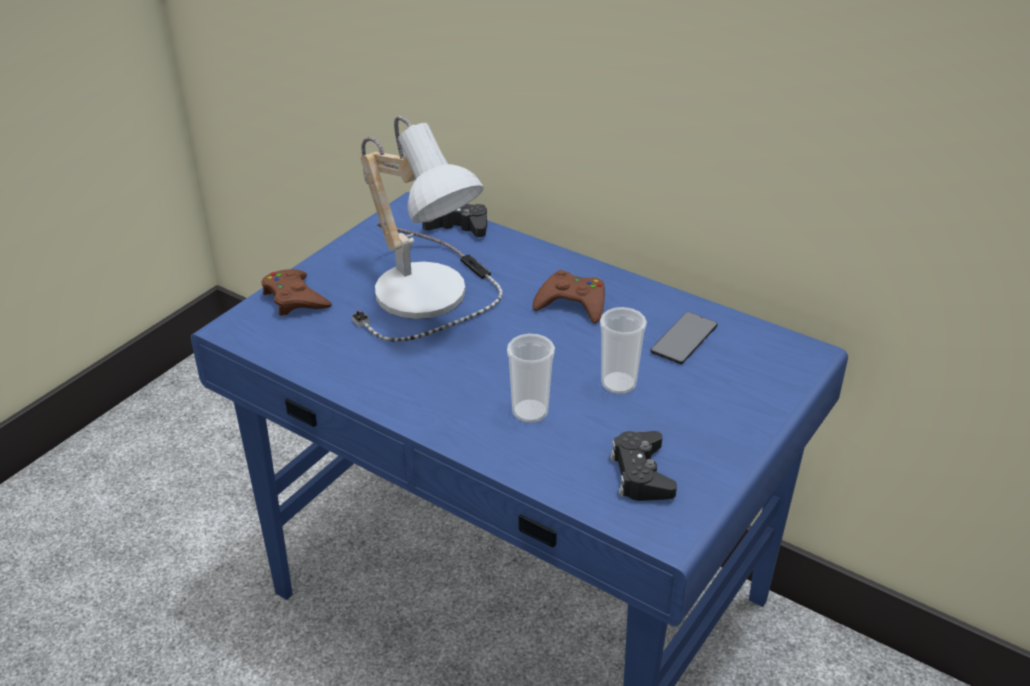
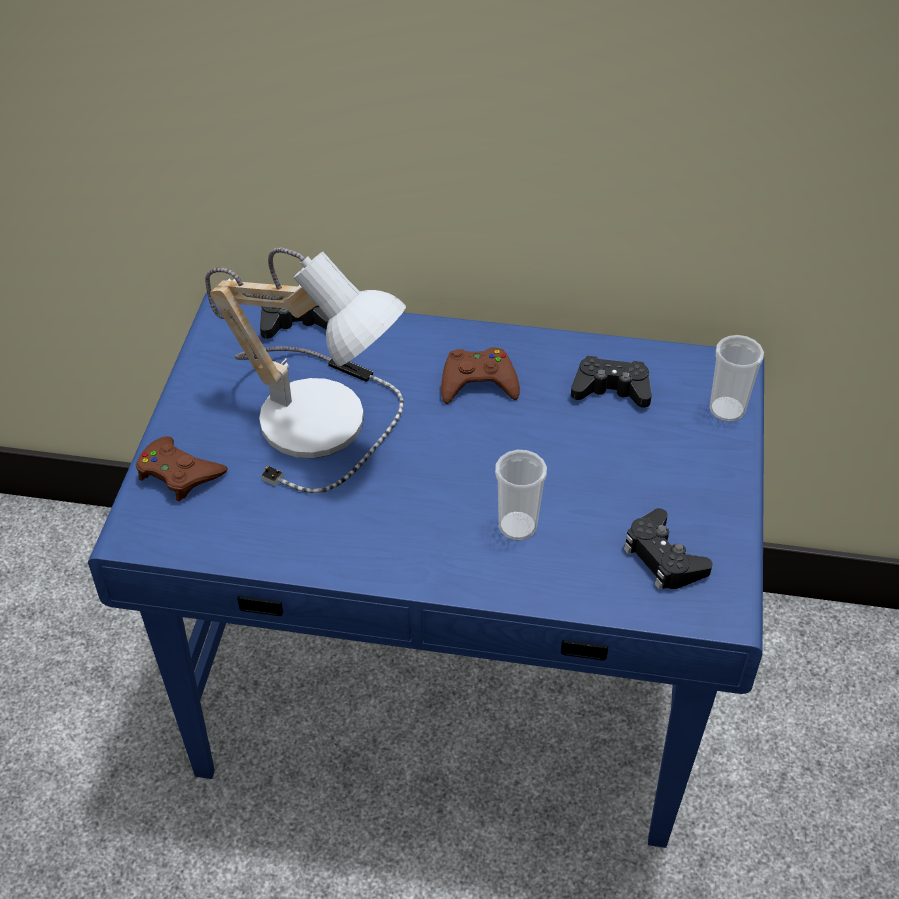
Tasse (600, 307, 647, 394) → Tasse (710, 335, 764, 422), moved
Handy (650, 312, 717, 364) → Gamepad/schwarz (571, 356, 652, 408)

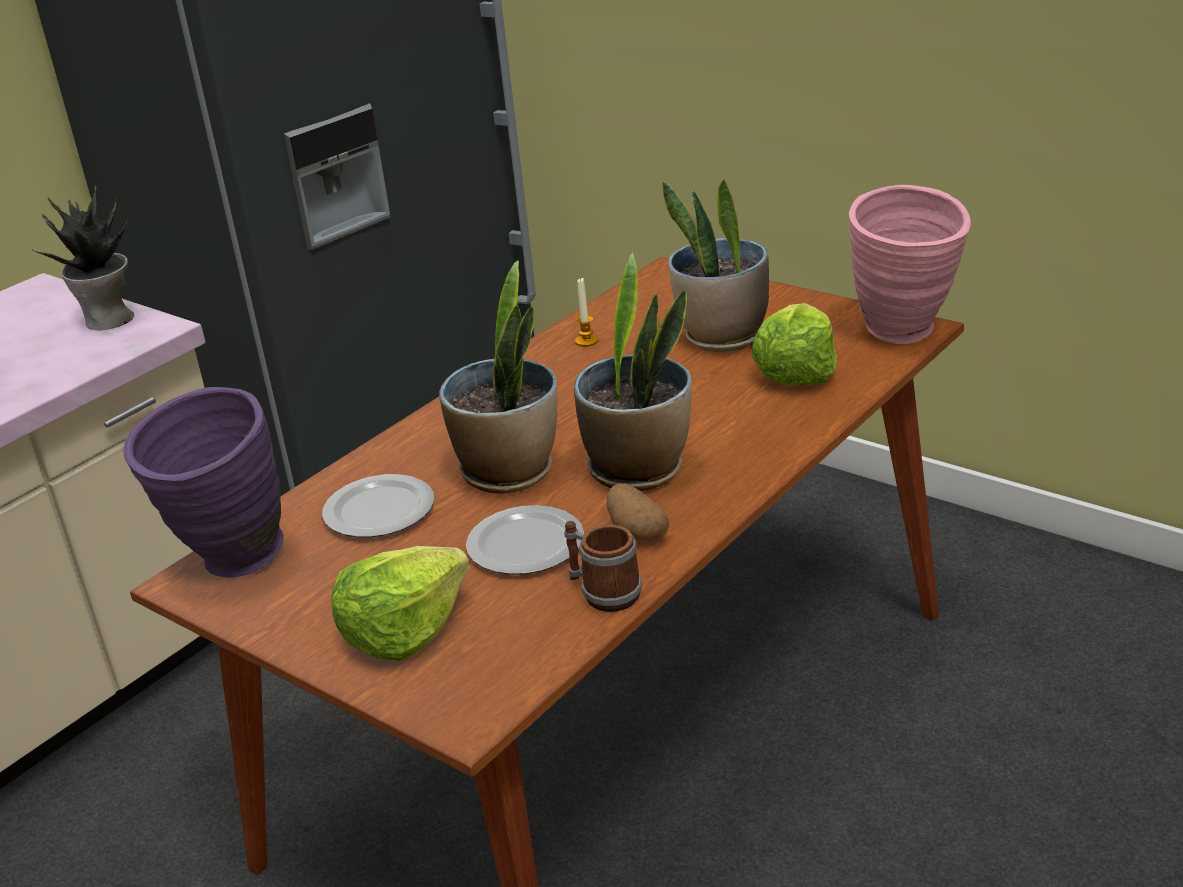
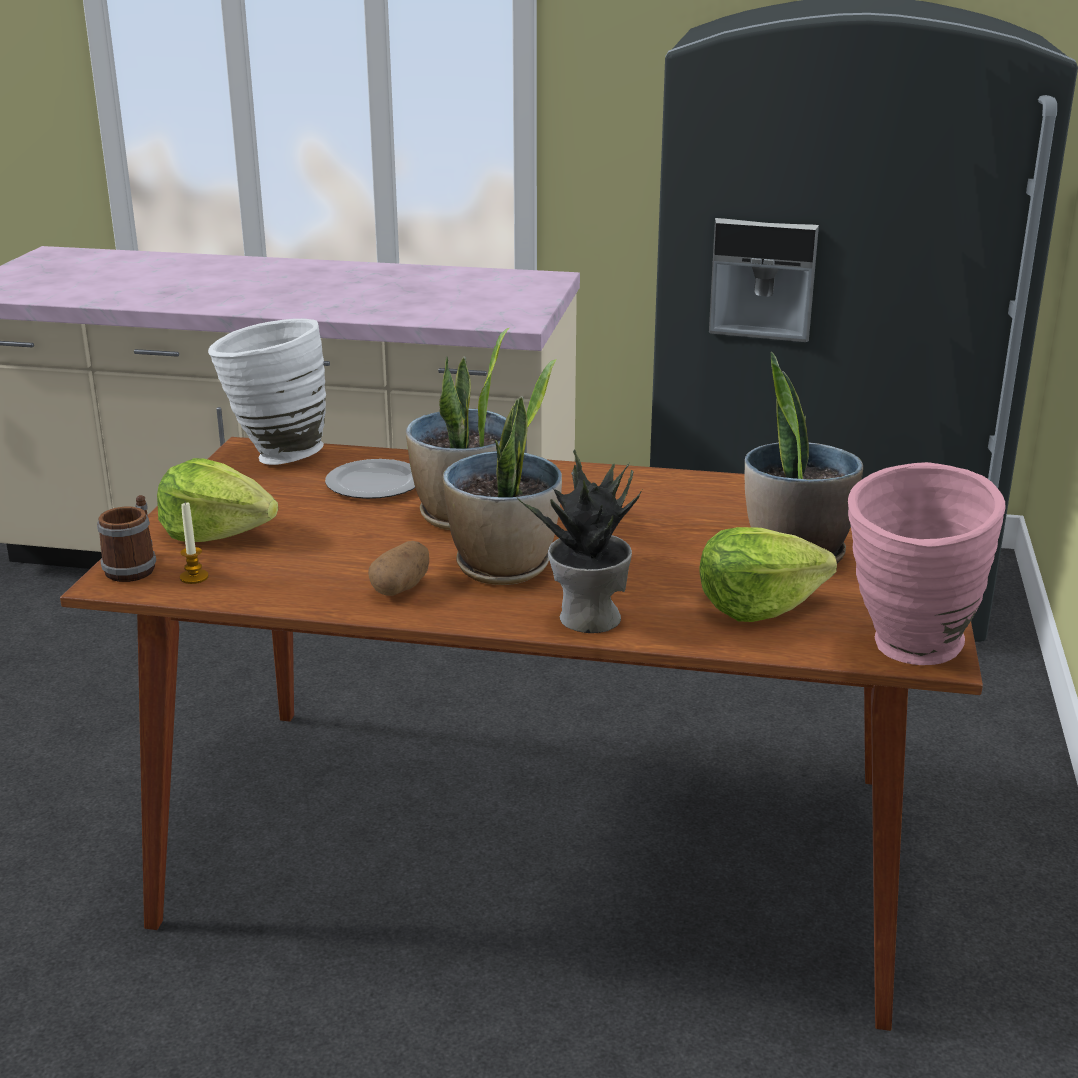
Topfpflanze (33, 185, 134, 330) → Topfpflanze (516, 450, 642, 633), moved
Kerze (575, 277, 598, 347) → Kerze (180, 502, 209, 584), moved
Vase/lila (124, 387, 284, 577) → Vase/weiß (208, 319, 326, 465)
Teller (466, 505, 584, 575) → -
Henkelbecher (564, 521, 642, 612) → Henkelbecher (97, 495, 156, 582), moved

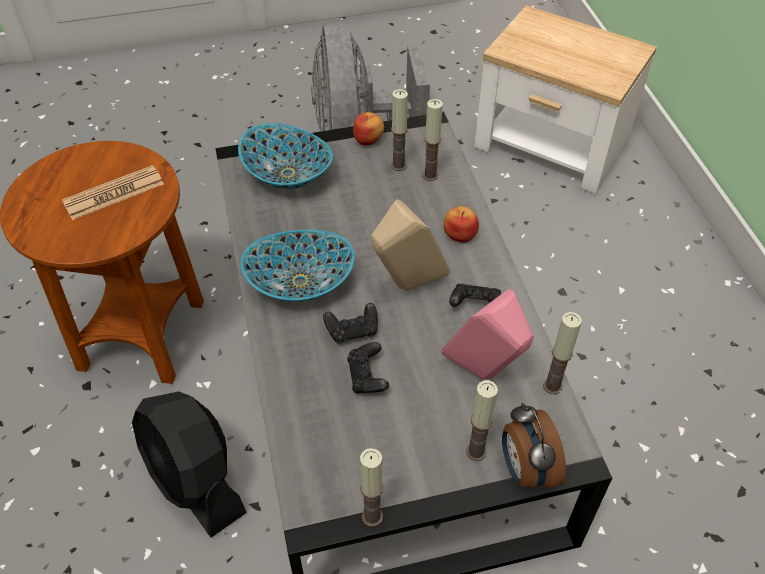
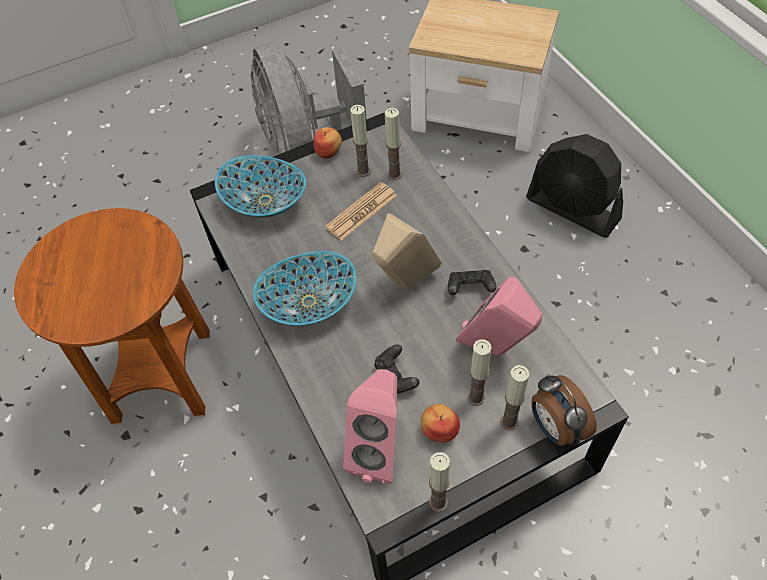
Zeitung (62, 165, 164, 220) → Zeitung (325, 182, 397, 241), moved
Apfel (443, 206, 479, 243) → Apfel (421, 404, 460, 442), moved
Gamepad/schwarz (323, 303, 378, 344) → -
Kerze (543, 312, 582, 394) → Kerze (467, 339, 492, 406), moved
Ventilator/schwarz (132, 391, 247, 537) → Ventilator/schwarz (526, 134, 623, 238), moved
- → Lautsprecher/rosa (343, 369, 397, 484)

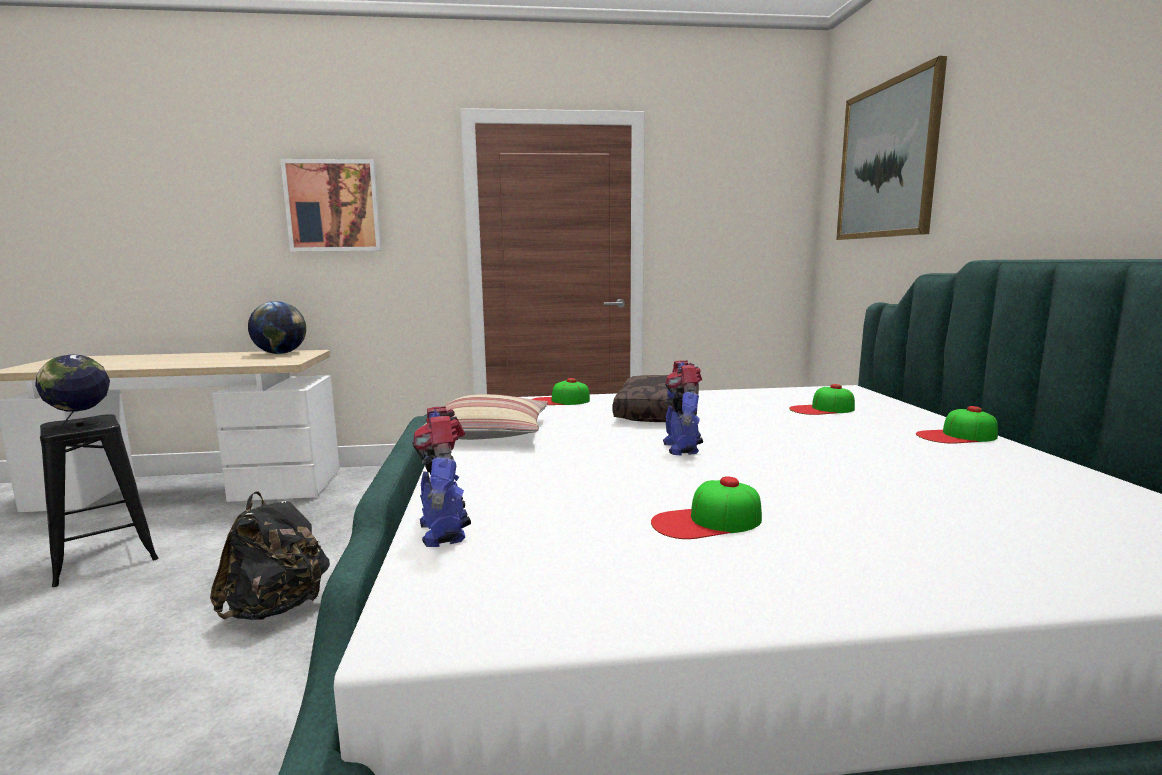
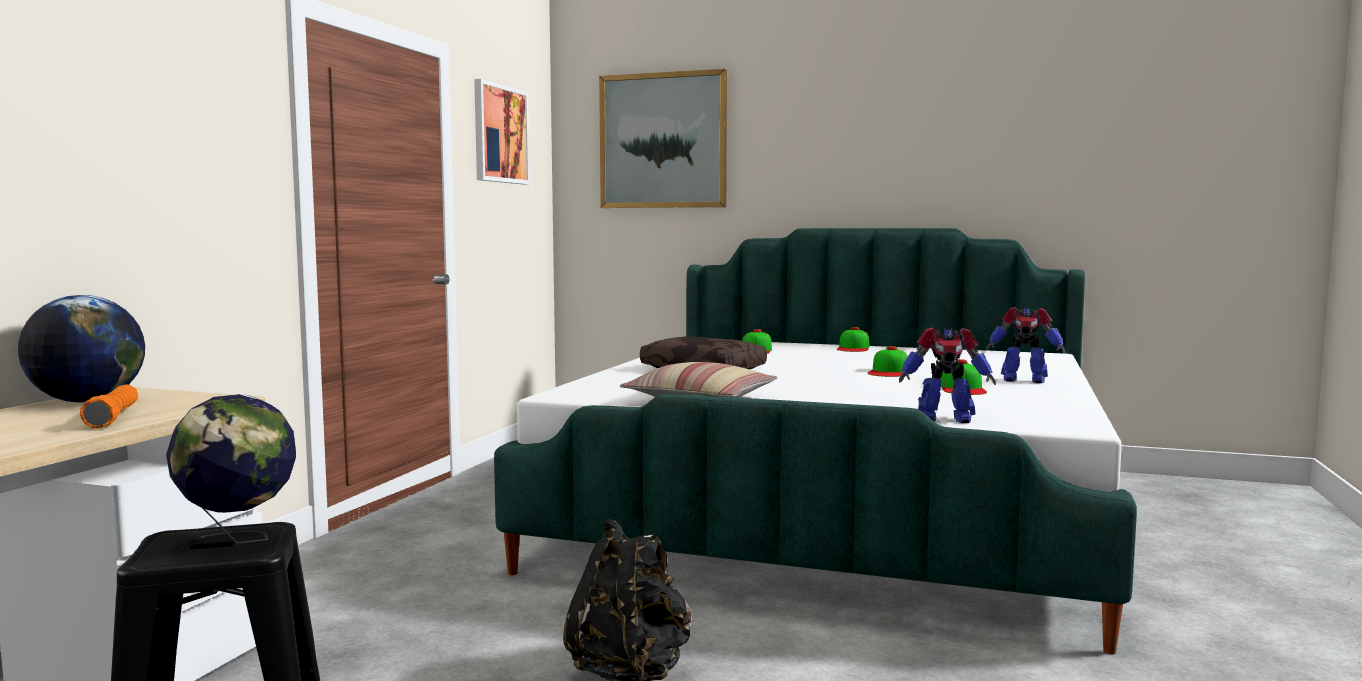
Bild (280, 159, 382, 252) → Bild (474, 79, 530, 184), moved
Spielzeugroboter (663, 360, 703, 455) → Spielzeugroboter (986, 307, 1066, 383), moved
Kappe (532, 378, 590, 405) → Kappe (868, 346, 908, 377), moved
- → Taschenlampe/orange (80, 384, 138, 429)

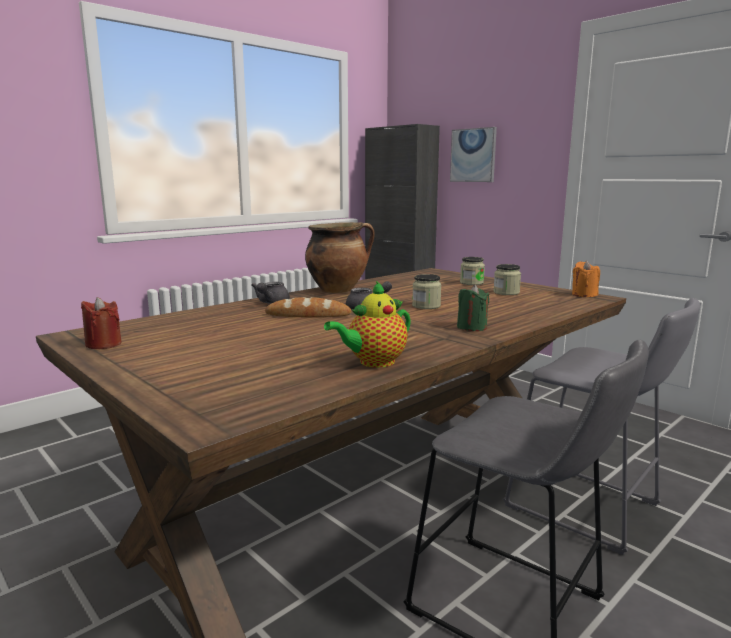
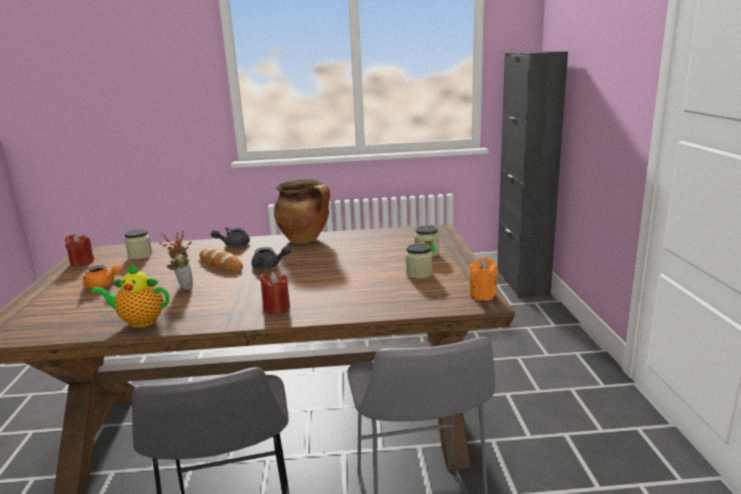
Bild (450, 127, 497, 182) → -
Vorratsglas (412, 274, 441, 309) → Vorratsglas (125, 230, 152, 260), moved
Kerze/grün (457, 284, 490, 331) → Kerze/rot (260, 272, 290, 314)
- → Topfpflanze (160, 231, 193, 290)
- → Teekanne/orange (83, 265, 122, 289)

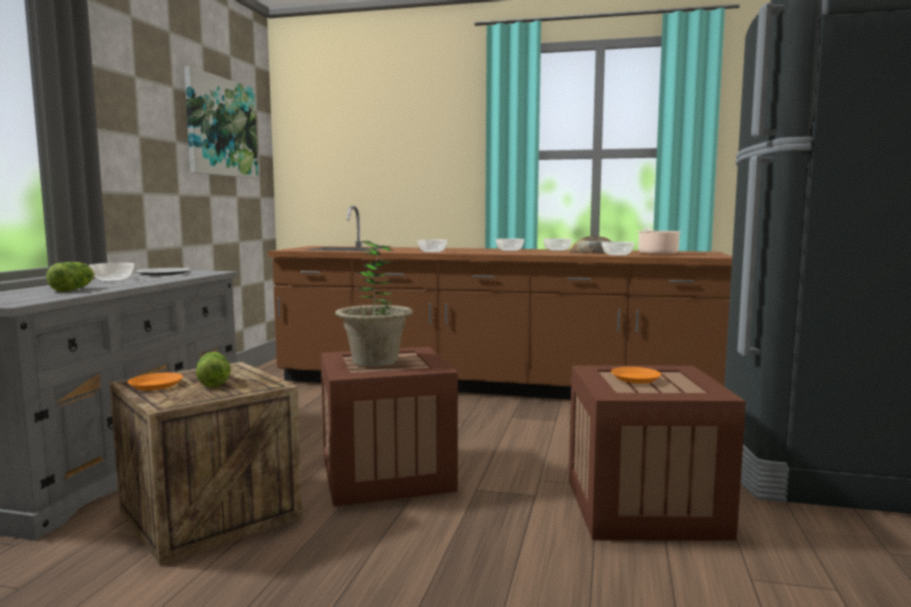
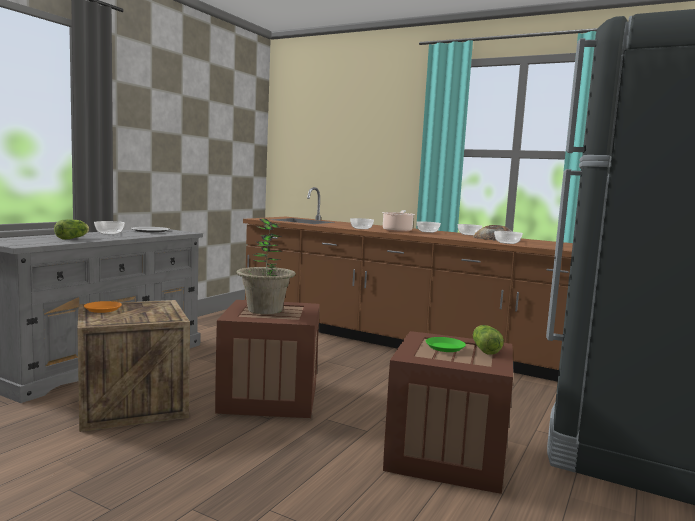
Bild (184, 66, 258, 178) → -
Kochtopf (637, 228, 681, 255) → Kochtopf (382, 210, 415, 232), moved
Salatkopf (196, 352, 231, 387) → Salatkopf (473, 325, 504, 355), moved
Teller/orange (611, 367, 661, 383) → Teller/grün (426, 337, 466, 352)

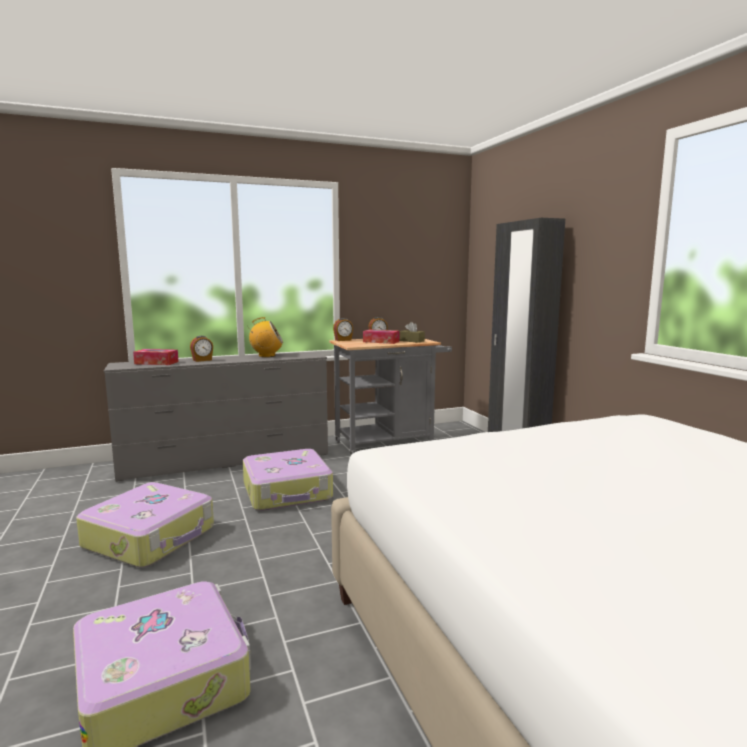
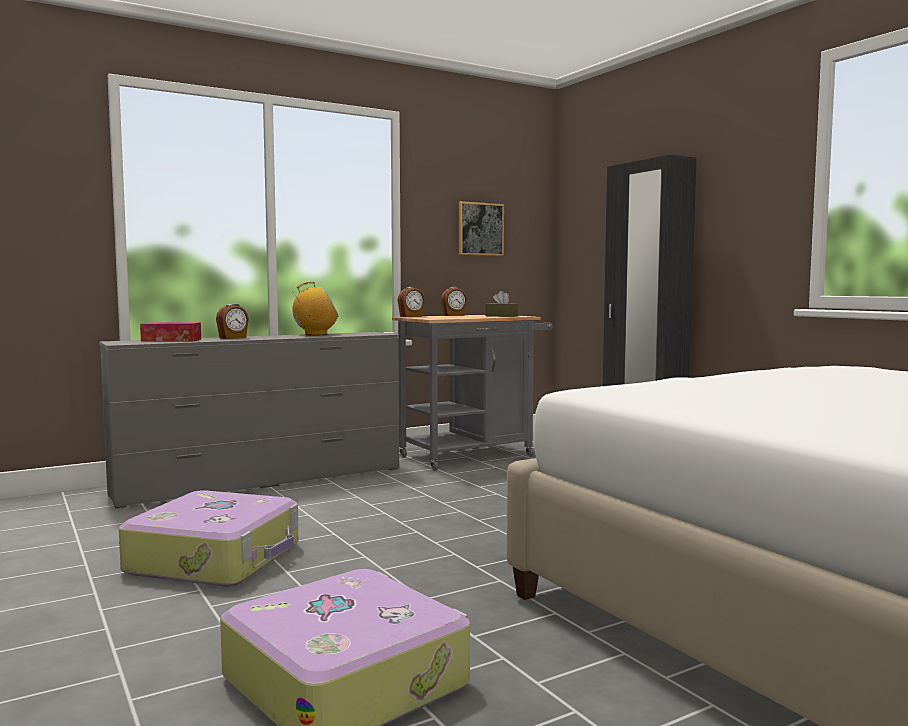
Taschentuchbox (363, 329, 399, 344) → -
Koffer (243, 449, 333, 511) → -
- → Bild (459, 201, 504, 256)

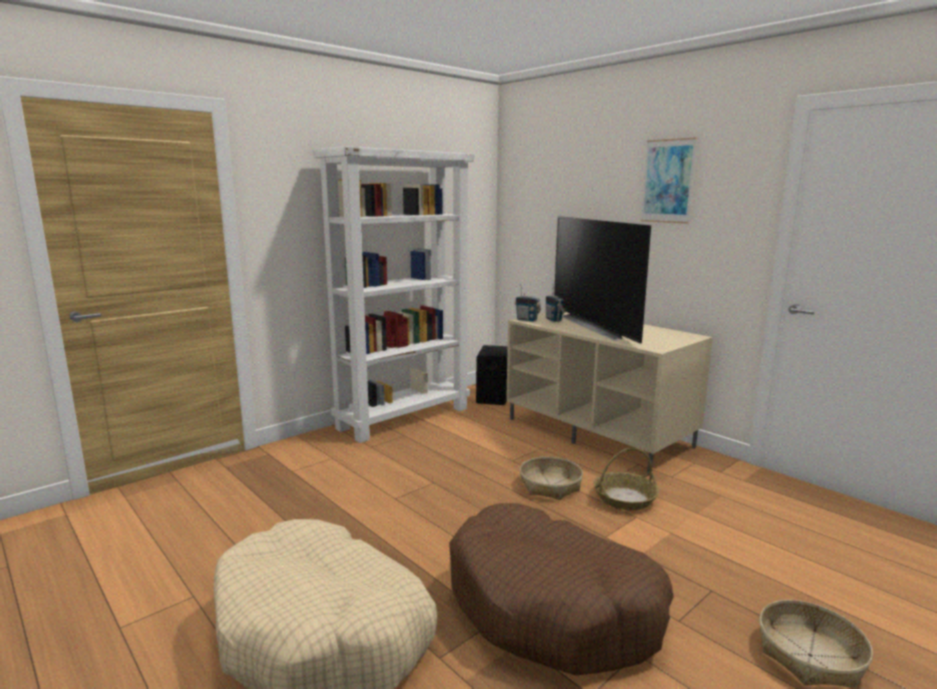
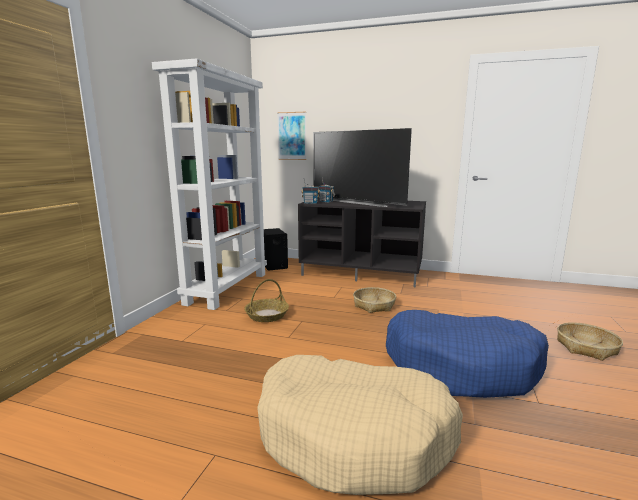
Bild (641, 137, 697, 224) → Bild (277, 112, 307, 160), moved
Fernsehschrank/beige (506, 312, 713, 473) → Fernsehschrank/schwarz (298, 197, 426, 287)
Korb (594, 448, 659, 510) → Korb (244, 279, 289, 322), moved
Hundebett/braun (449, 503, 674, 676) → Hundebett/blau (386, 310, 549, 398)

